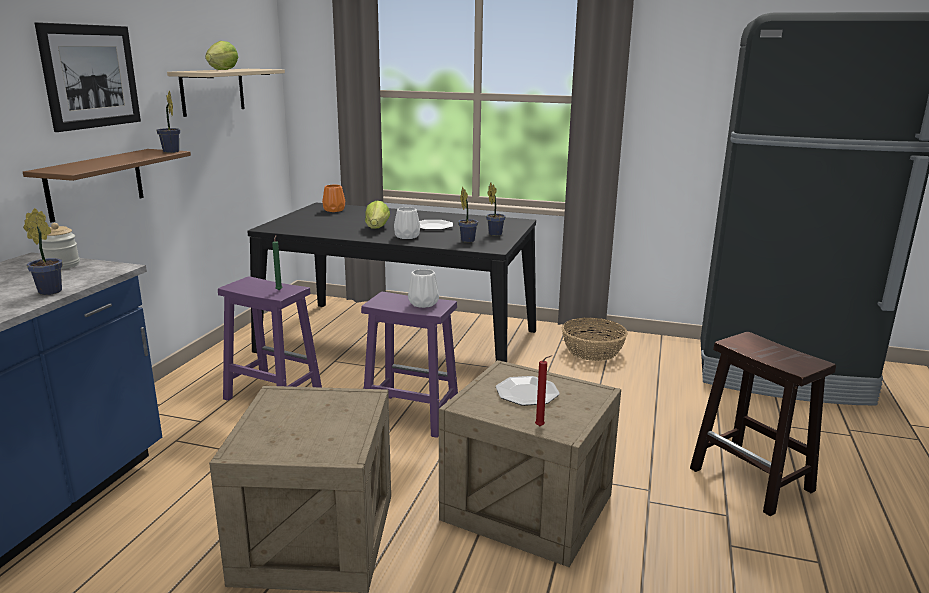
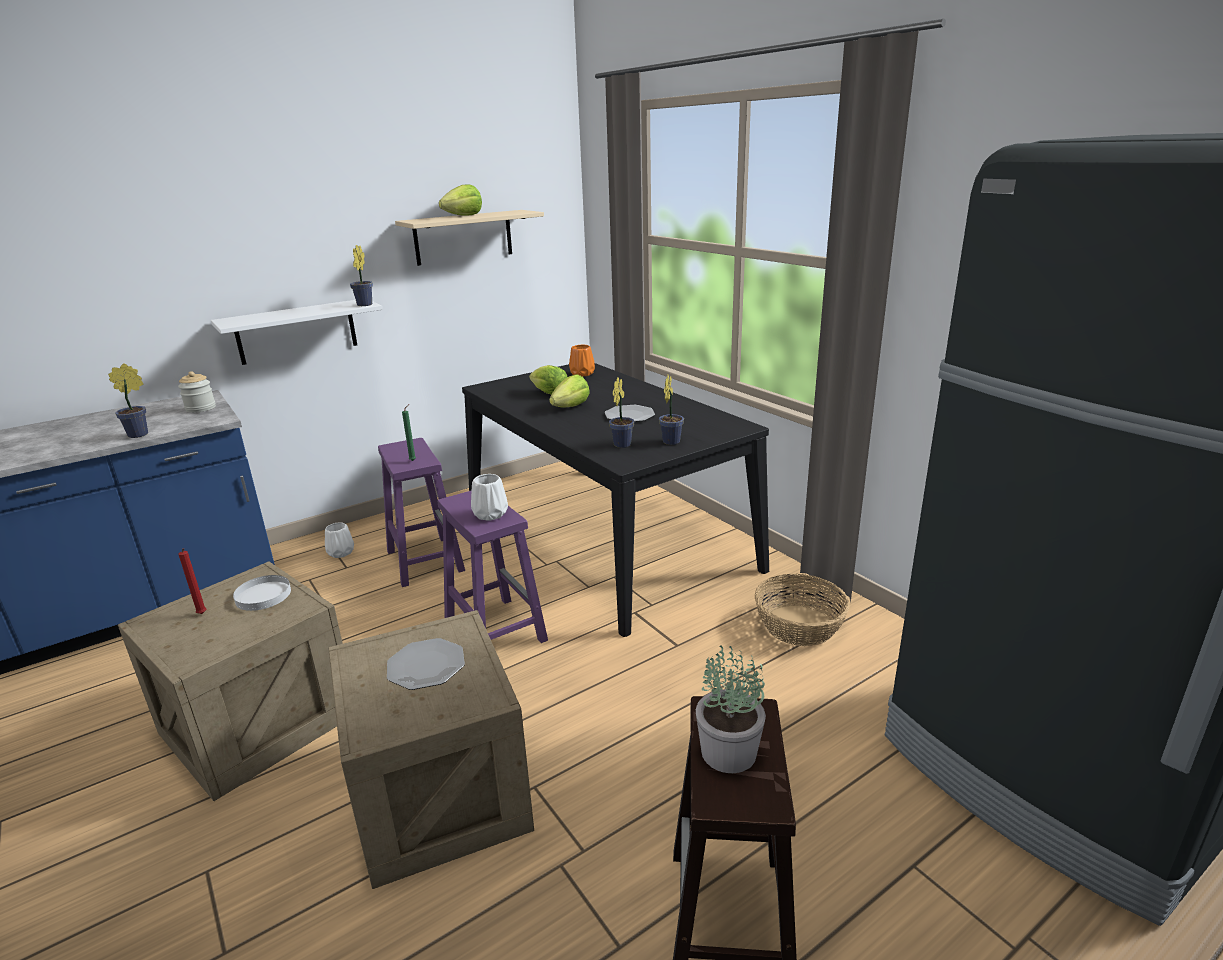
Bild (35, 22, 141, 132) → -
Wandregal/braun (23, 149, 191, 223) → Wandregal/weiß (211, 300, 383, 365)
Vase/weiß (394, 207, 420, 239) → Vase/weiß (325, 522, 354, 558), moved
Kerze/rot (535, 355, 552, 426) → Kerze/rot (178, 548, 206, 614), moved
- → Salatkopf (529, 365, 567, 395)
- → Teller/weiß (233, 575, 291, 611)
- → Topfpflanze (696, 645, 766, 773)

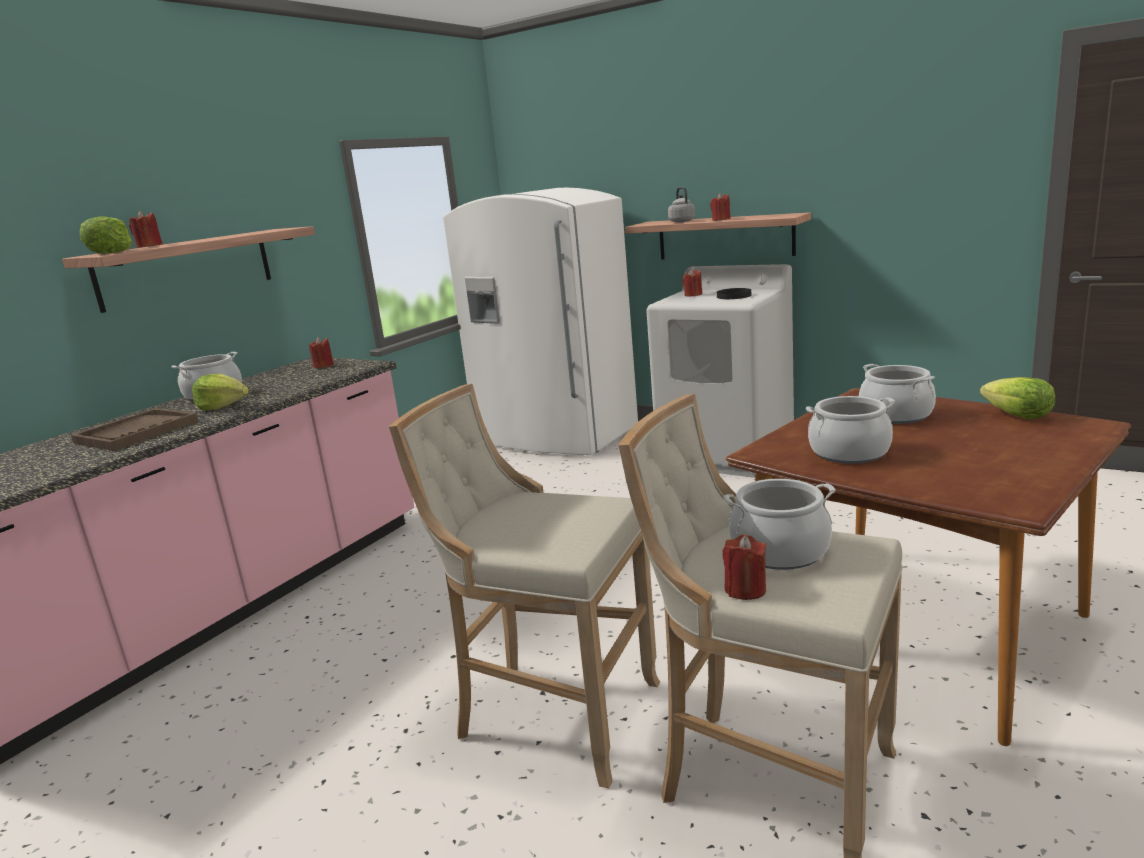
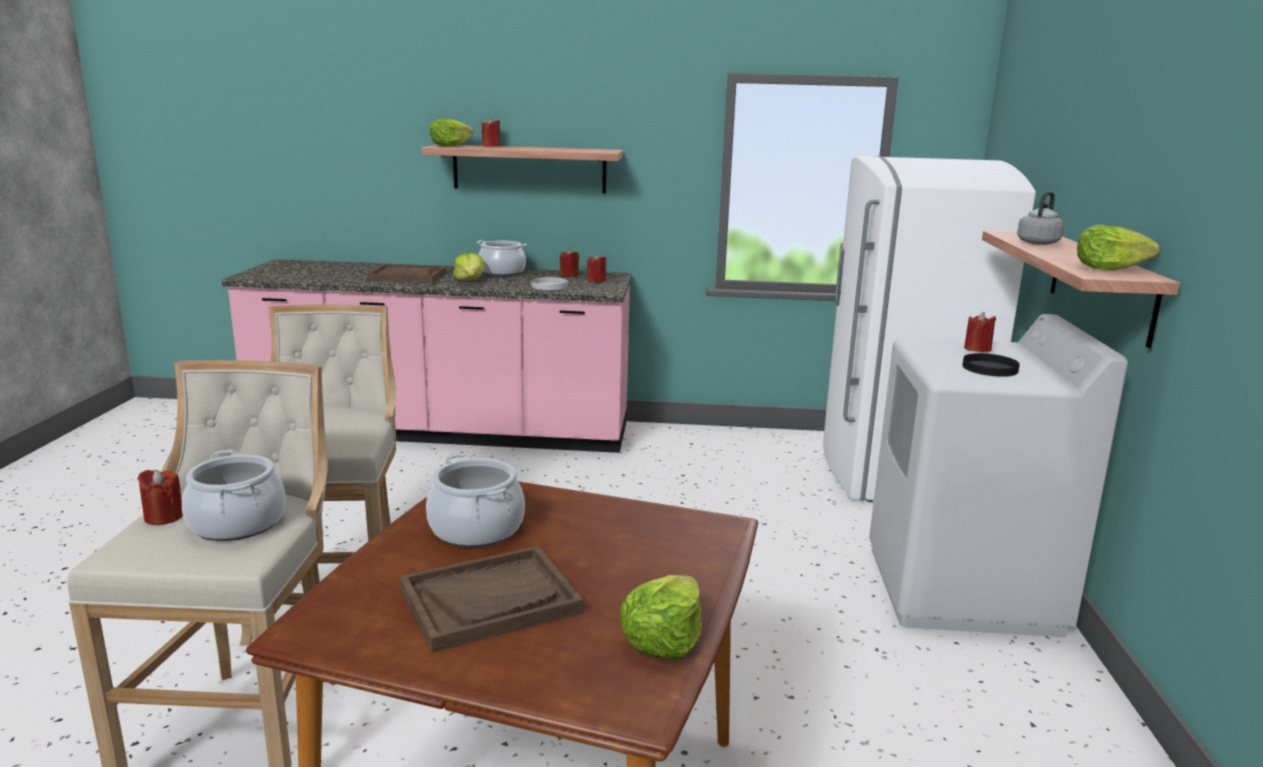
Kerze/rot (710, 193, 731, 221) → Kerze/rot (560, 249, 579, 277), moved
Kochtopf (859, 364, 936, 424) → -
- → Salatkopf (1077, 225, 1159, 270)
- → Teller/weiß (531, 277, 568, 290)
- → Tablett/braun (400, 546, 583, 653)

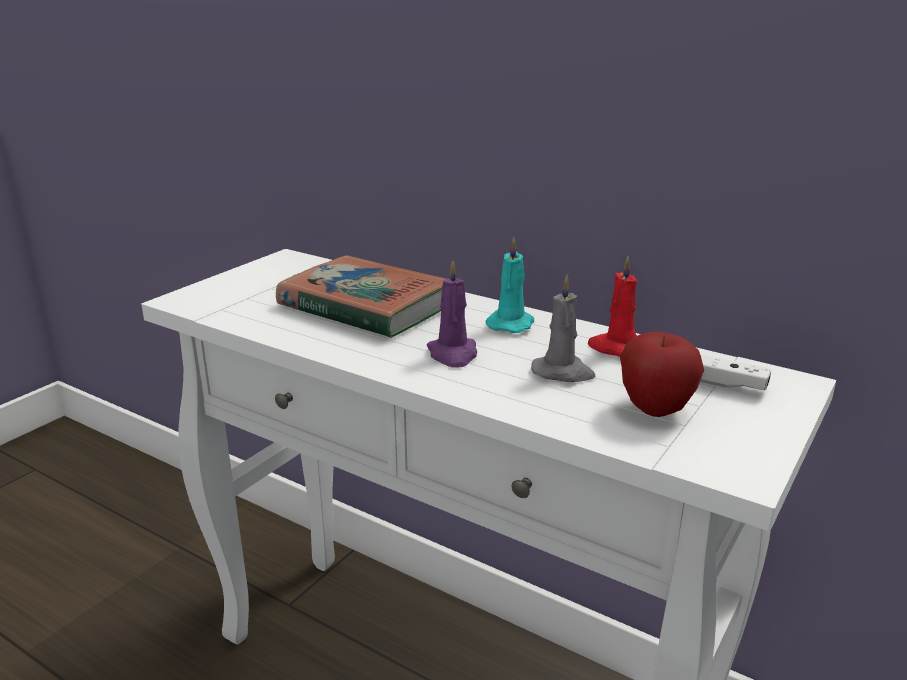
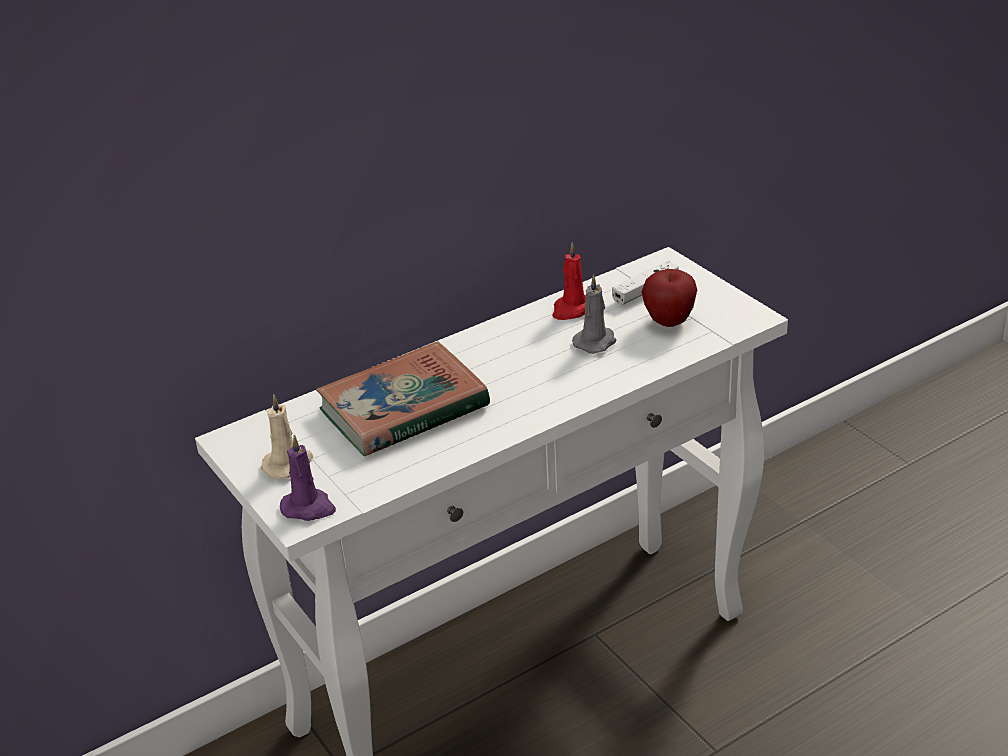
Kerze/türkis (486, 237, 534, 333) → -
Kerze/lila (427, 260, 477, 368) → Kerze/lila (280, 434, 336, 521), moved
- → Kerze/beige (261, 394, 313, 479)

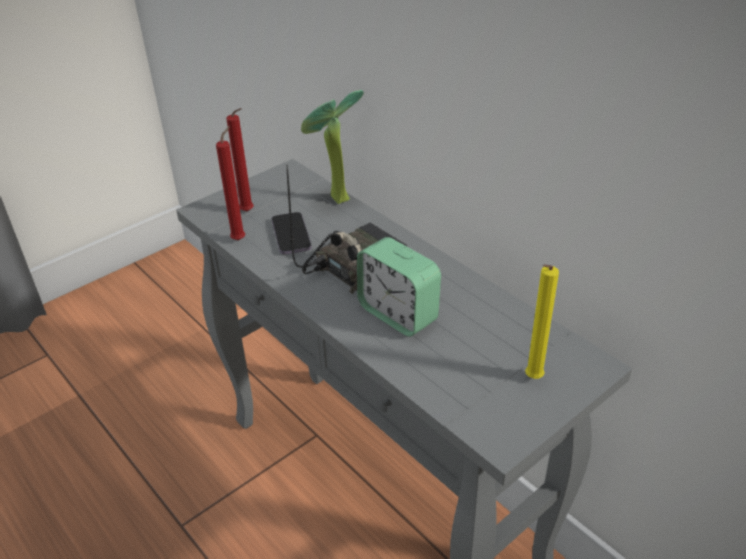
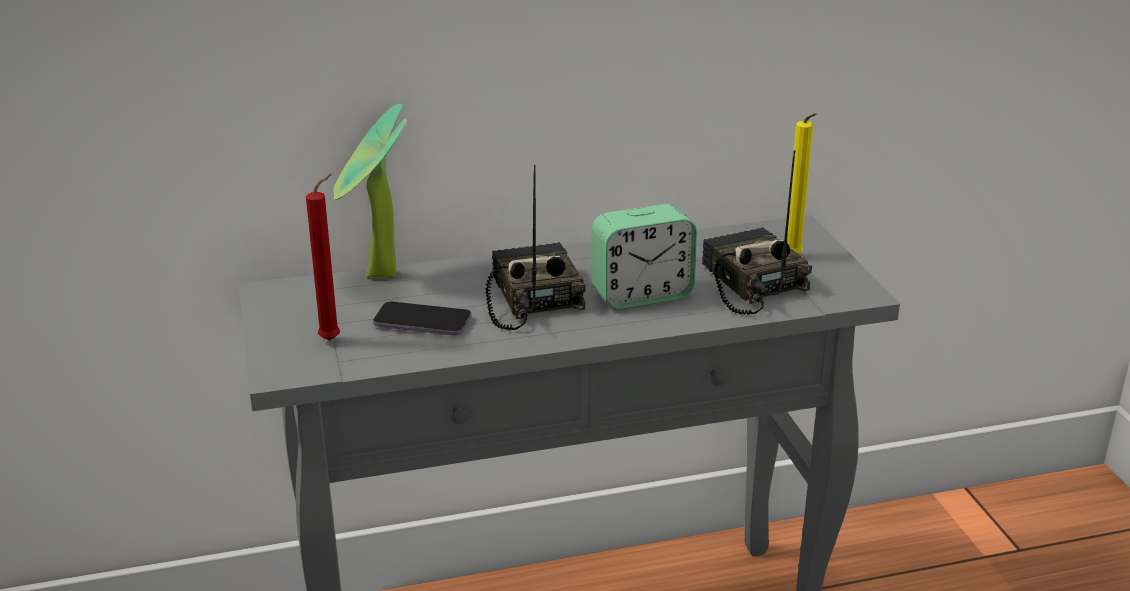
Kerze/rot (216, 126, 245, 240) → -
- → Radio (702, 150, 812, 315)

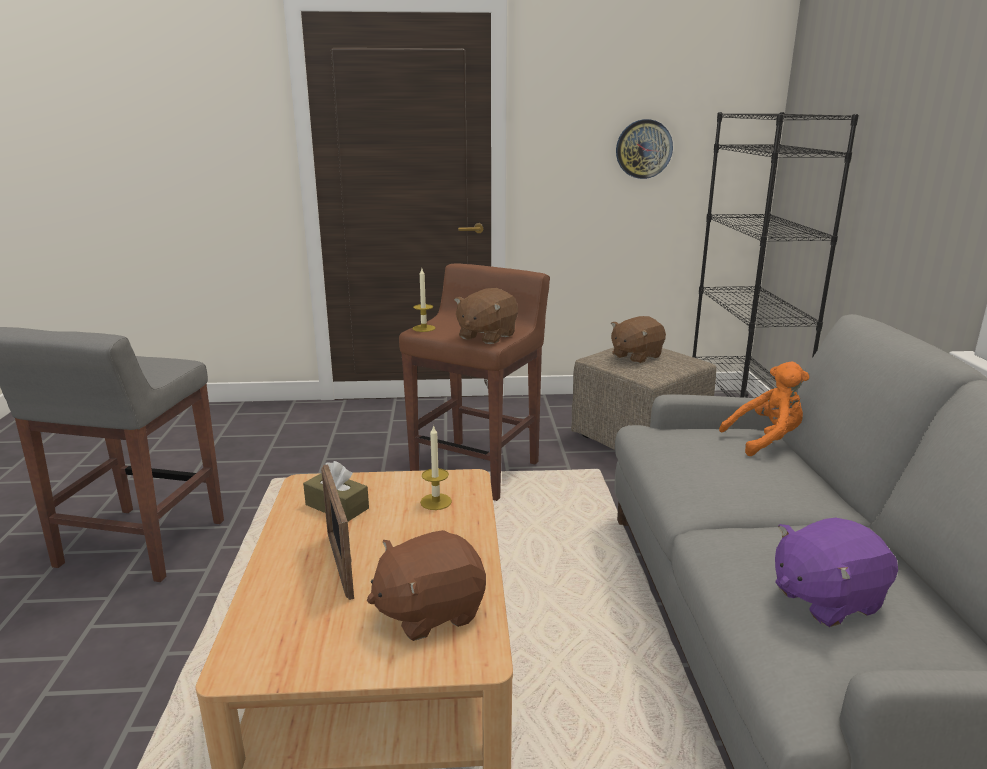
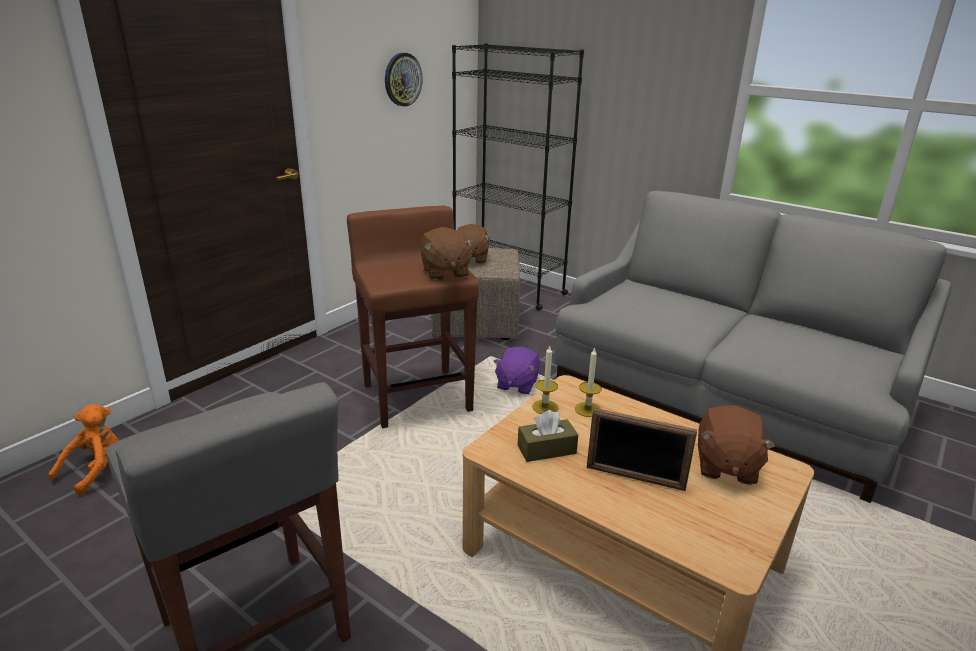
Kerze (413, 269, 435, 332) → Kerze (532, 345, 558, 414), moved
Plüschtier/orange (719, 362, 810, 456) → Plüschtier/orange (49, 404, 119, 495), moved
Plüschtier/lila (775, 518, 898, 627) → Plüschtier/lila (493, 347, 540, 394), moved

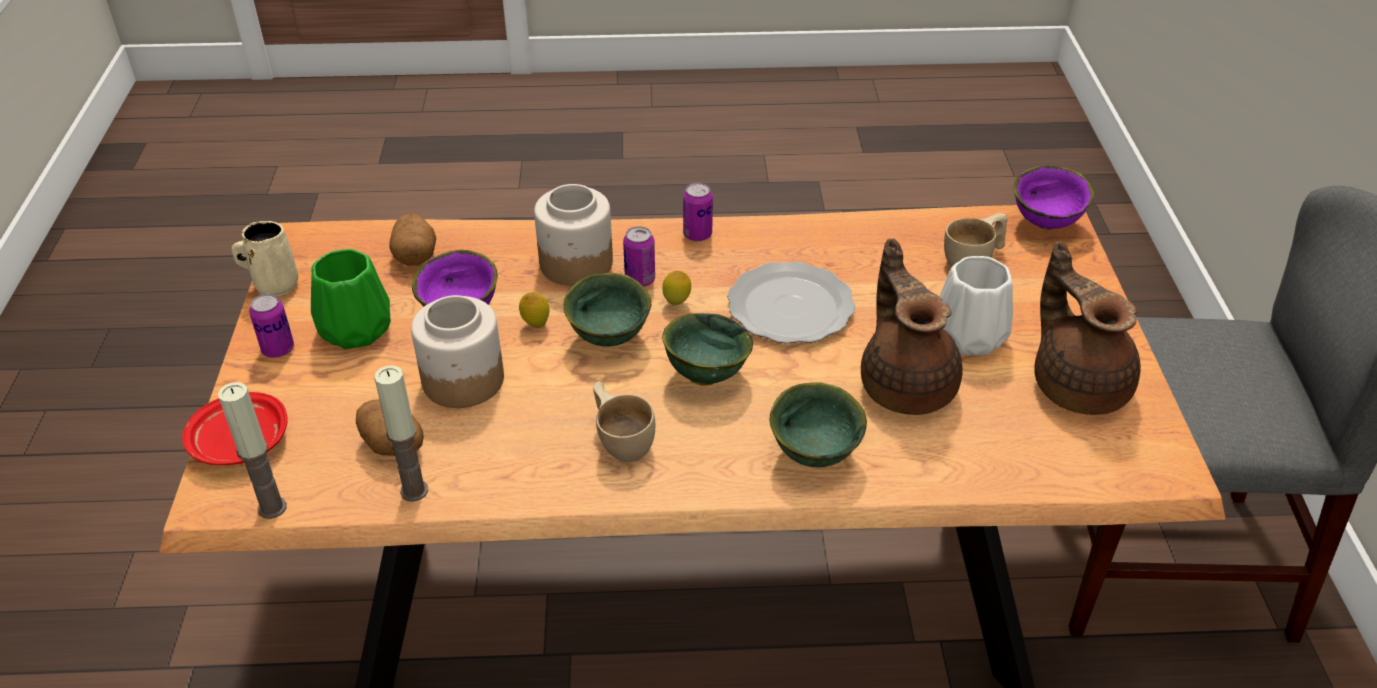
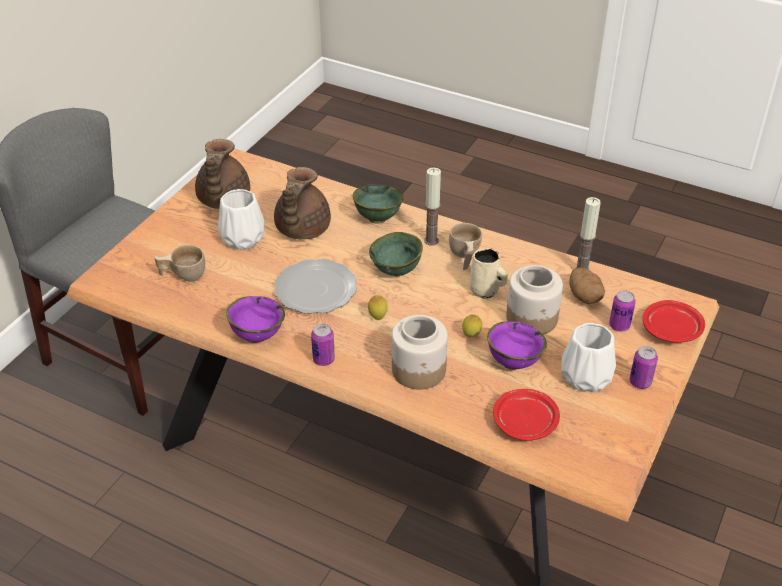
Schüssel/lila (1014, 165, 1094, 230) → Schüssel/lila (226, 296, 285, 343), moved
Kartoffel (390, 213, 436, 266) → Teller/rot (493, 389, 560, 441)
Henkelbecher/beige (231, 221, 298, 297) → Henkelbecher/beige (470, 248, 508, 299), moved
Dose (623, 226, 655, 287) → Dose (609, 290, 636, 332), moved
Vase/grün (311, 249, 391, 349) → Vase/weiß (561, 323, 616, 392)
Schüssel/grün (563, 273, 651, 347) → -
Kerze (218, 382, 287, 519) → Kerze (424, 167, 441, 245), moved

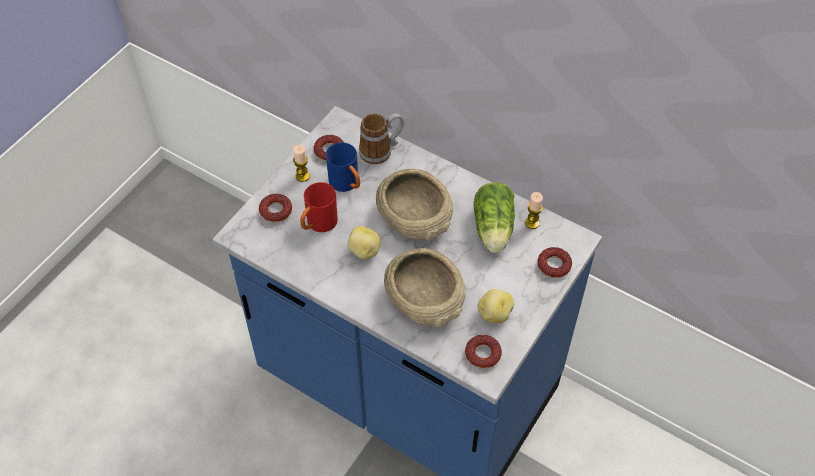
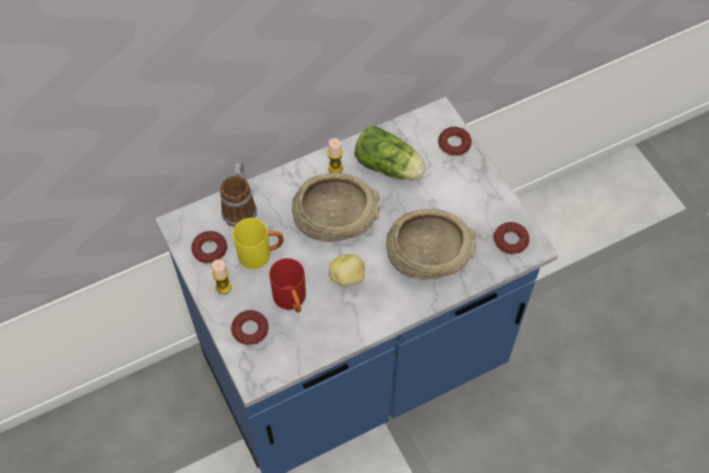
Henkelbecher/blau (326, 142, 360, 192) → Henkelbecher/gelb (233, 218, 283, 269)
Kerze (525, 192, 543, 229) → Kerze (327, 138, 343, 173), moved
Kartoffel (478, 289, 514, 323) → -

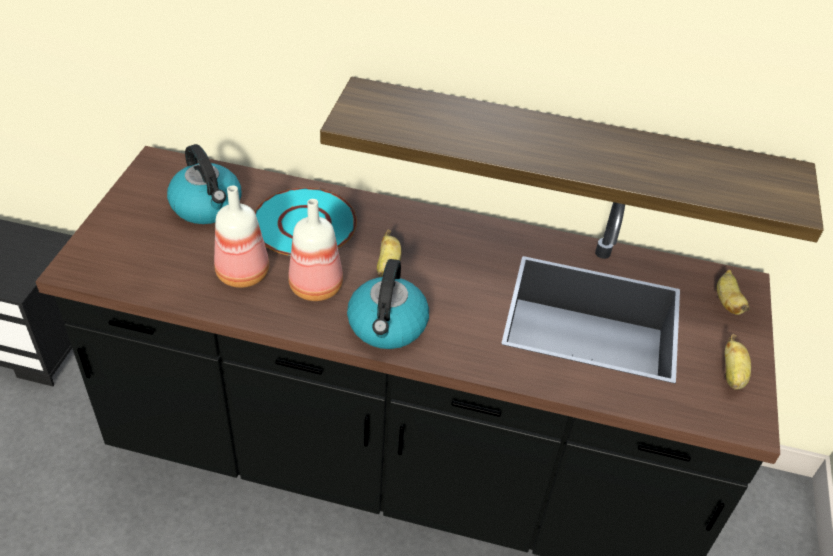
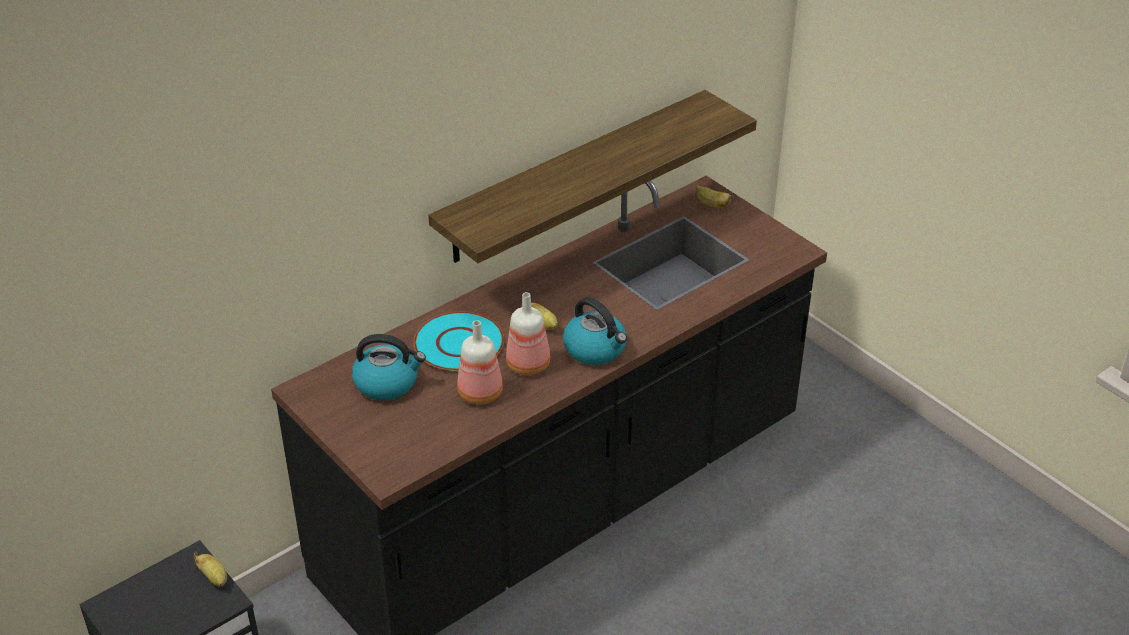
Banane (725, 334, 751, 390) → Banane (193, 552, 227, 587), moved

